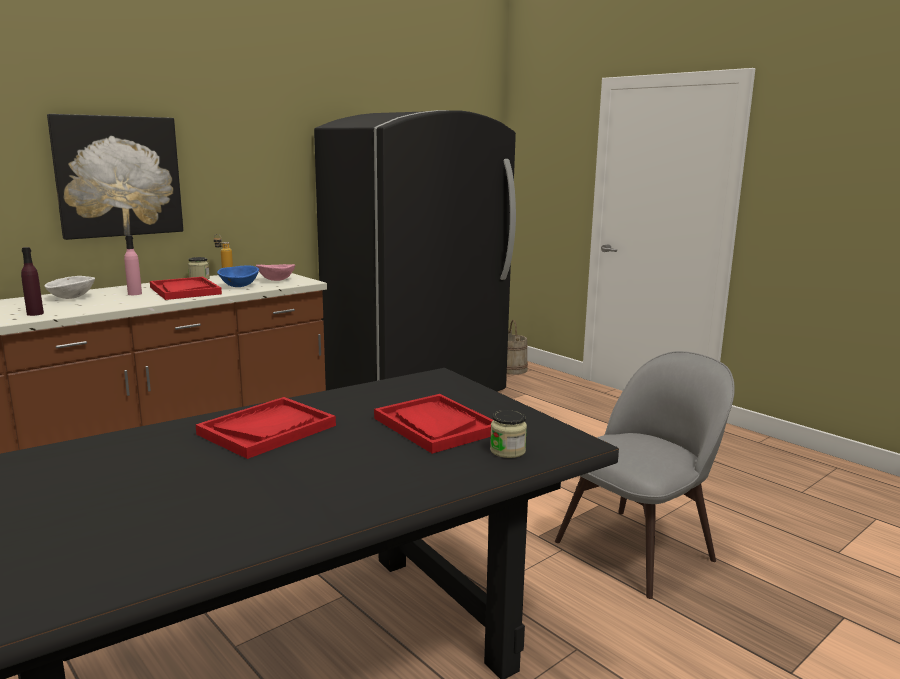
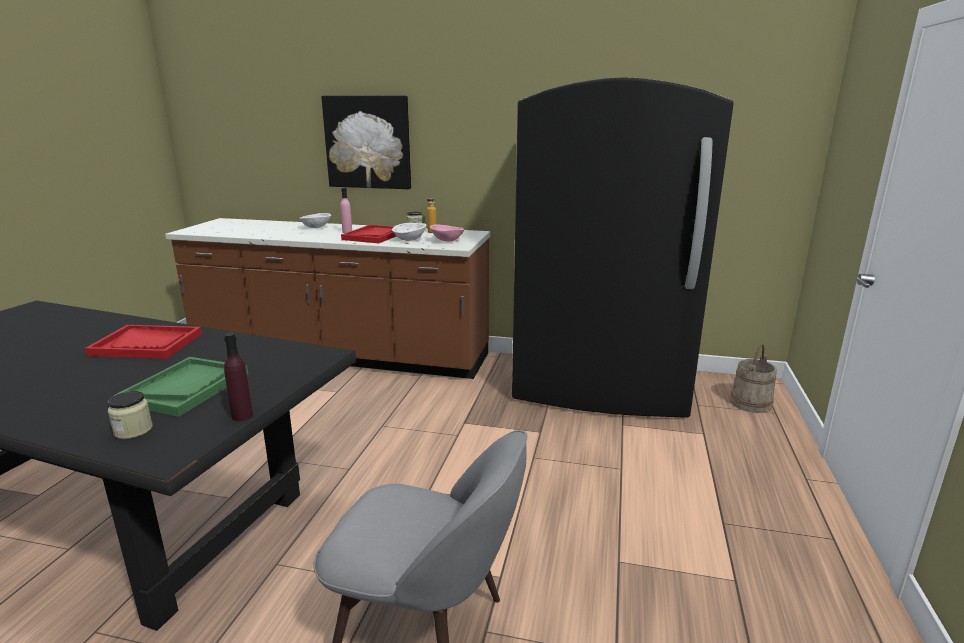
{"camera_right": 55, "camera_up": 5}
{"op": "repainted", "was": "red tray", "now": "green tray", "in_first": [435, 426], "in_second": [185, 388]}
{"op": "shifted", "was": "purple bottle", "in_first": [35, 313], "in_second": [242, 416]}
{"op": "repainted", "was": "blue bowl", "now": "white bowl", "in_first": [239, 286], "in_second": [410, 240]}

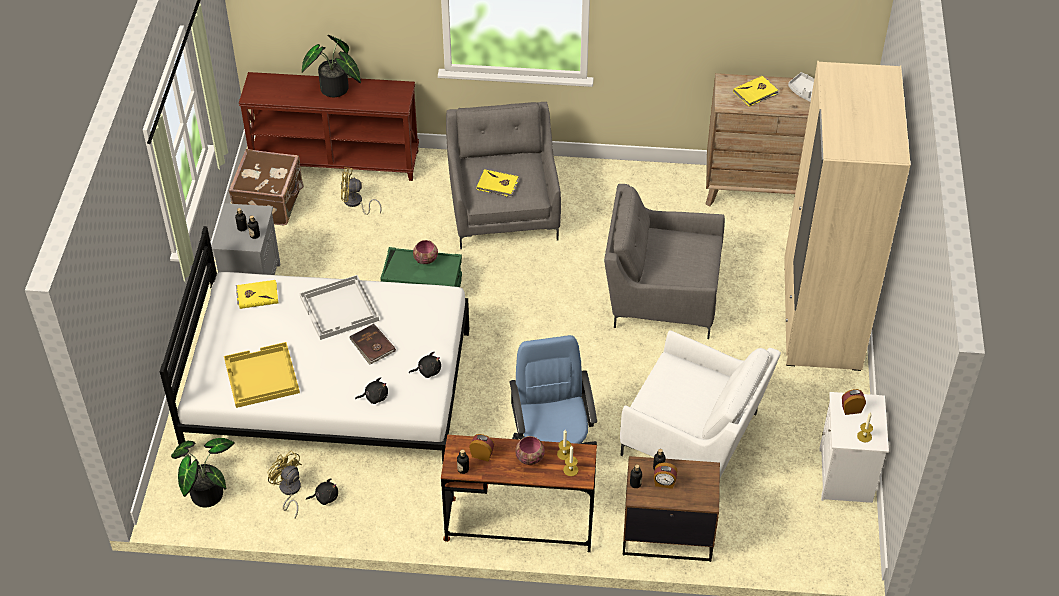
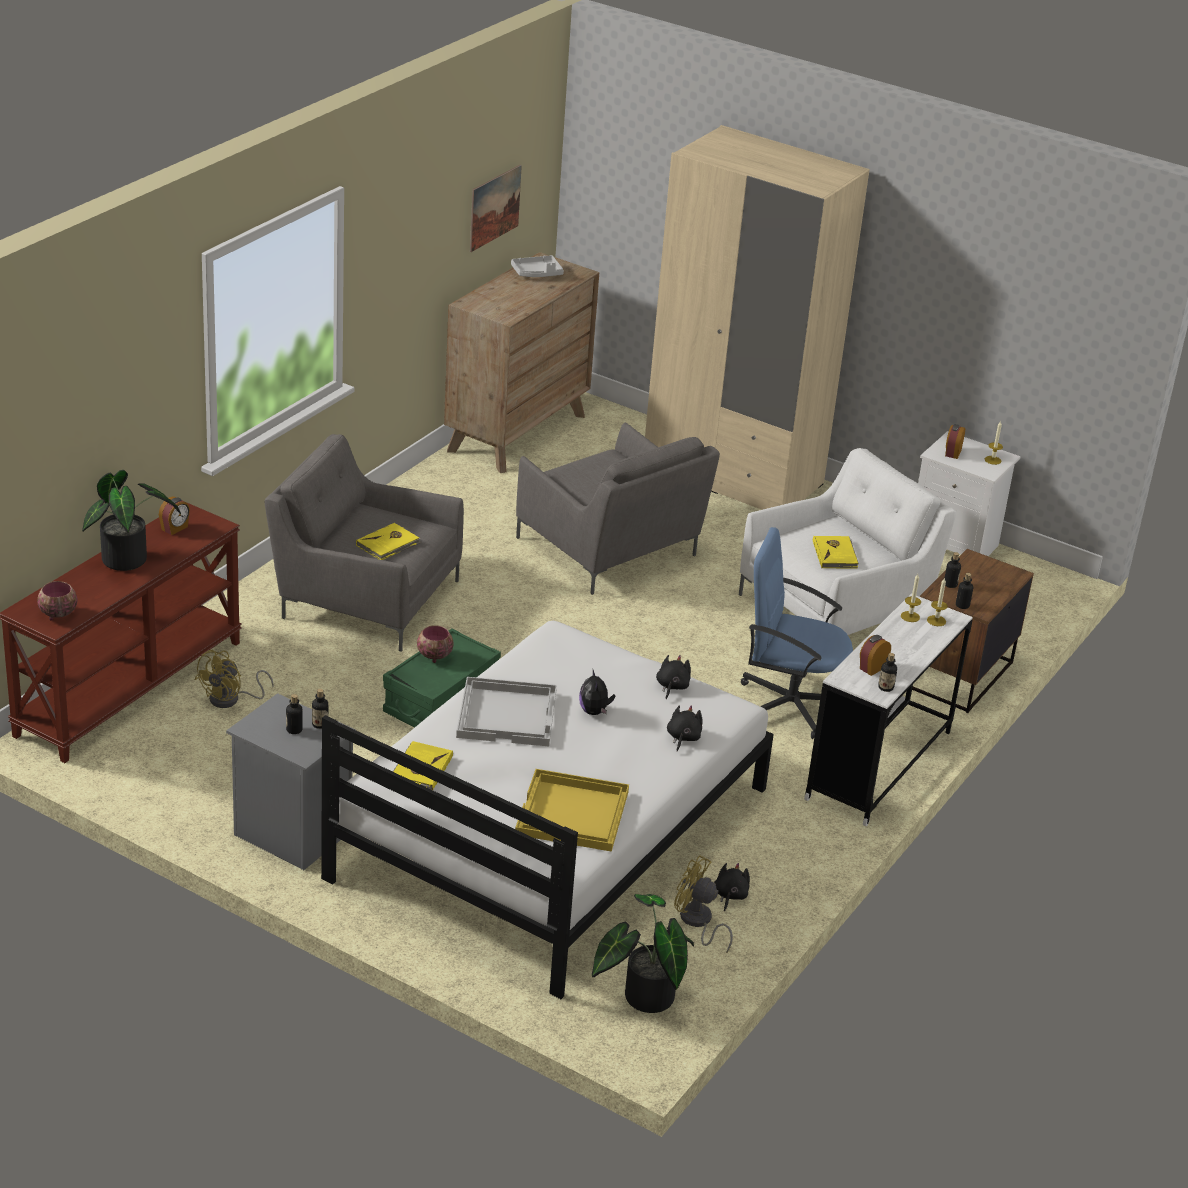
{"camera_right": -65, "camera_up": -15}
{"op": "shifted", "was": "bowl", "in_first": [529, 457], "in_second": [57, 614]}
{"op": "shifted", "was": "alarm clock", "in_first": [664, 483], "in_second": [175, 528]}
{"op": "new", "now": "picture", "in_second": [494, 207]}
{"op": "rotated", "was": "grey armchair", "in_first": [660, 294], "in_second": [610, 550], "clockwise": -75}
{"op": "swapped", "was": "brown book", "now": "plush toy", "in_first": [372, 346], "in_second": [594, 711]}
{"op": "rotated", "was": "yellow fan", "in_first": [289, 491], "in_second": [697, 922], "clockwise": 45}
{"op": "repainted", "was": "brown desk", "now": "white desk", "in_first": [519, 525], "in_second": [879, 765]}
{"op": "shifted", "was": "yellow book", "in_first": [756, 93], "in_second": [835, 554]}
{"op": "gone", "was": "brown suitcase", "in_first": [270, 202]}

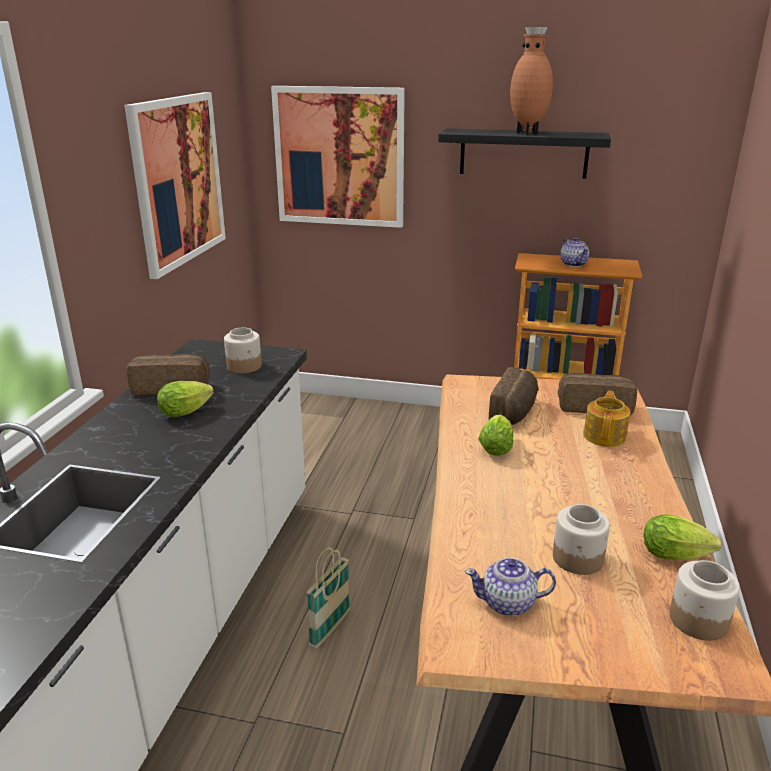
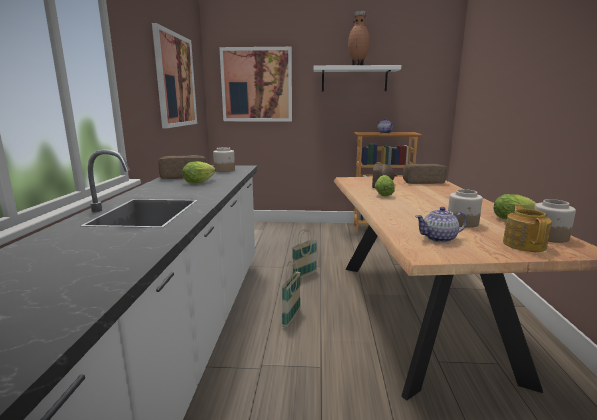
{"camera_right": -10, "camera_up": -10}
{"op": "new", "now": "basket", "in_second": [304, 275]}
{"op": "repainted", "was": "black shelf", "now": "white shelf", "in_first": [523, 153], "in_second": [354, 79]}
{"op": "shifted", "was": "teapot", "in_first": [605, 436], "in_second": [524, 244]}

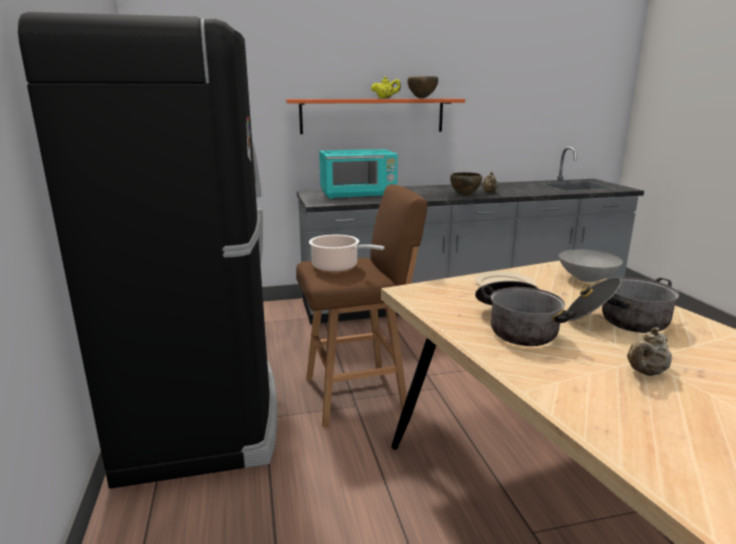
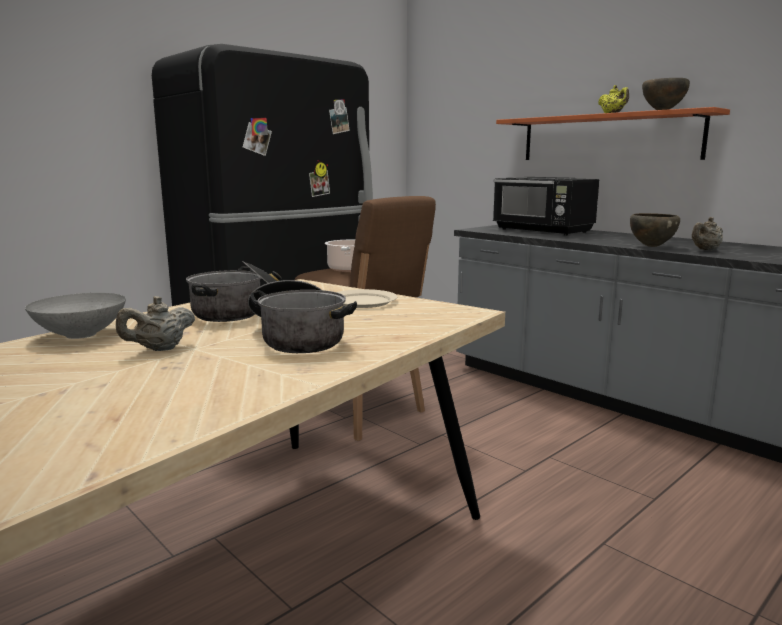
{"camera_right": 60, "camera_up": -5}
{"op": "shifted", "was": "grey bowl", "in_first": [587, 279], "in_second": [79, 335]}
{"op": "rotated", "was": "beige teapot", "in_first": [645, 372], "in_second": [159, 349], "clockwise": -60}
{"op": "repainted", "was": "turquoise microwave", "now": "black microwave", "in_first": [358, 195], "in_second": [543, 231]}

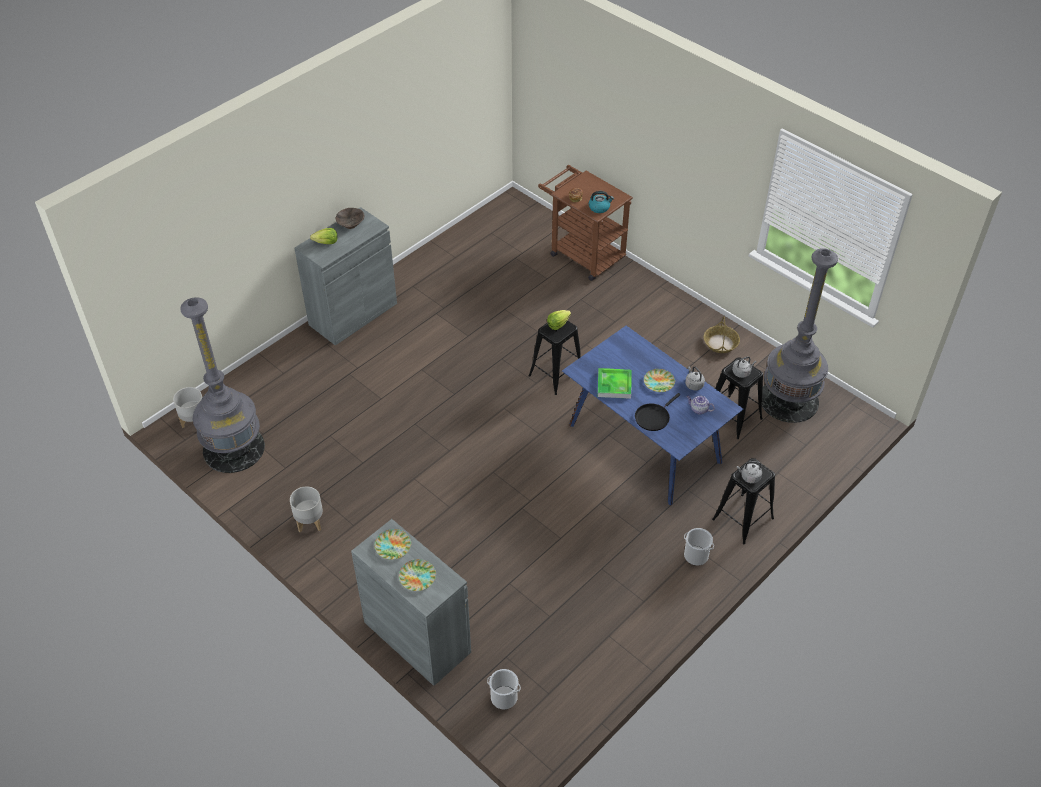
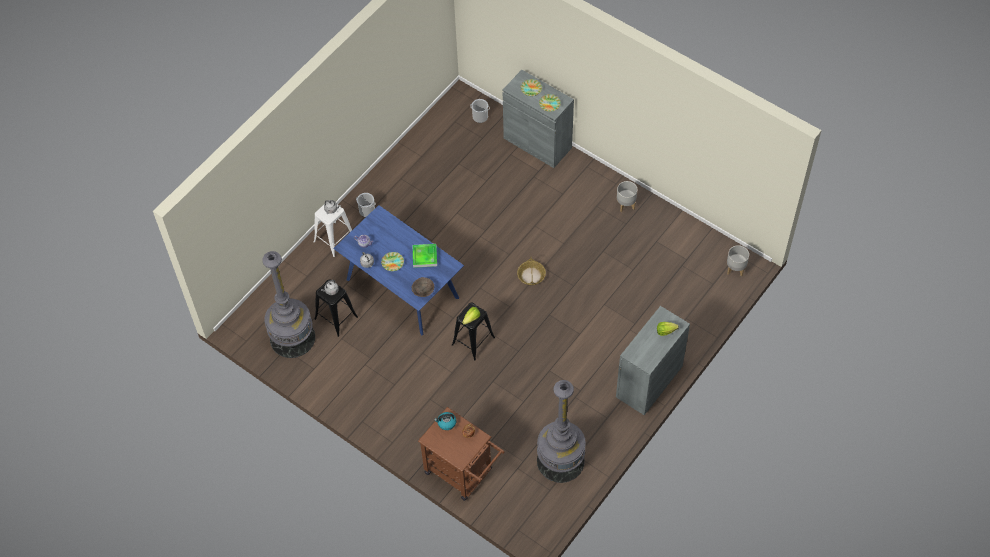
{"camera_right": 175, "camera_up": 10}
{"op": "repainted", "was": "black stool", "now": "white stool", "in_first": [743, 518], "in_second": [334, 239]}
{"op": "shifted", "was": "brown bowl", "in_first": [350, 224], "in_second": [423, 291]}
{"op": "shifted", "was": "basket", "in_first": [720, 343], "in_second": [531, 276]}
{"op": "shifted", "was": "grey floor lamp", "in_first": [233, 448], "in_second": [560, 460]}
{"op": "gone", "was": "black frying pan", "in_first": [653, 417]}

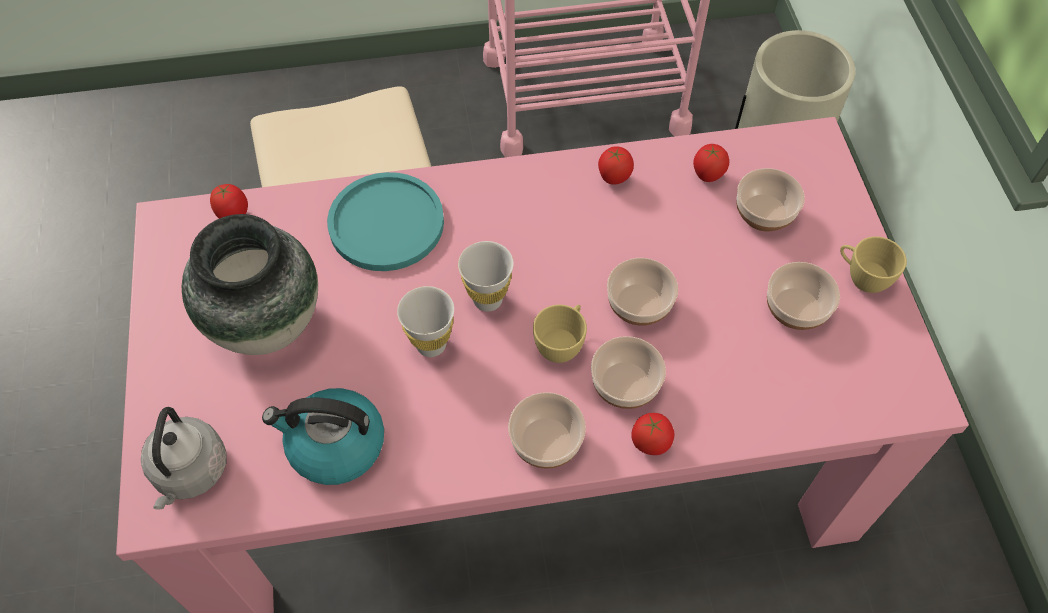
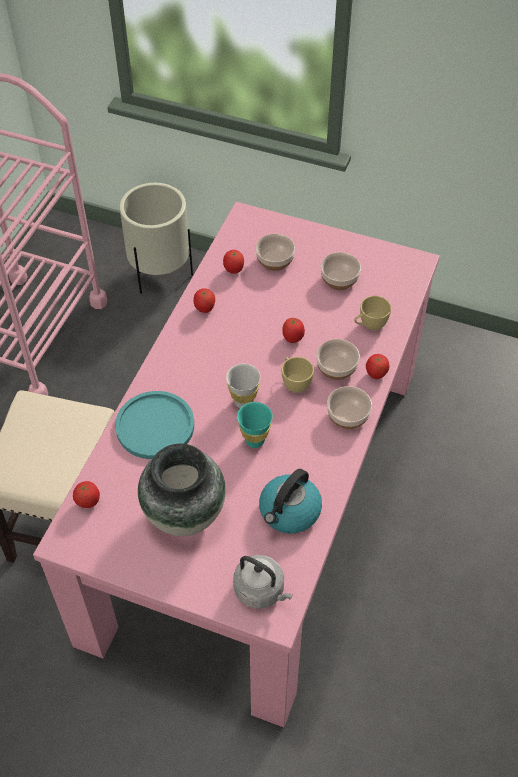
{"camera_right": -60, "camera_up": -5}
{"op": "repainted", "was": "white cup", "now": "turquoise cup", "in_first": [431, 344], "in_second": [255, 440]}
{"op": "swapped", "was": "bowl", "now": "tomato", "in_first": [639, 304], "in_second": [293, 339]}
{"op": "shifted", "was": "yellow cup", "in_first": [861, 277], "in_second": [370, 325]}

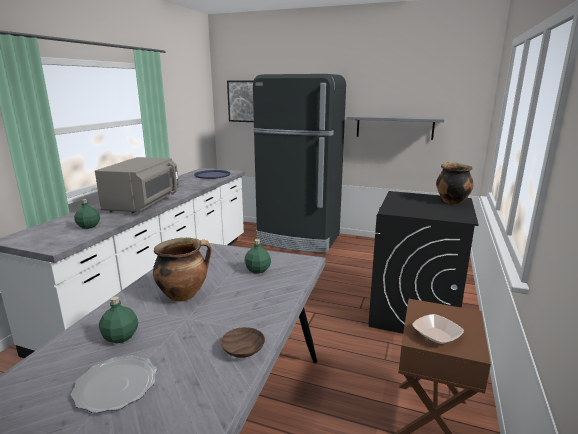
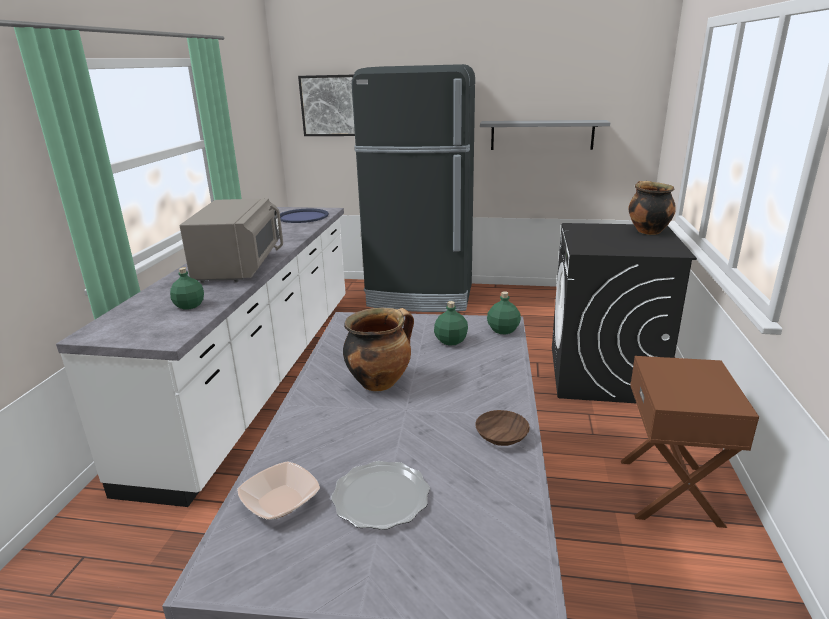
{"camera_right": -10, "camera_up": 5}
{"op": "shifted", "was": "bowl", "in_first": [436, 335], "in_second": [280, 501]}
{"op": "shifted", "was": "green bottle", "in_first": [121, 337], "in_second": [503, 330]}

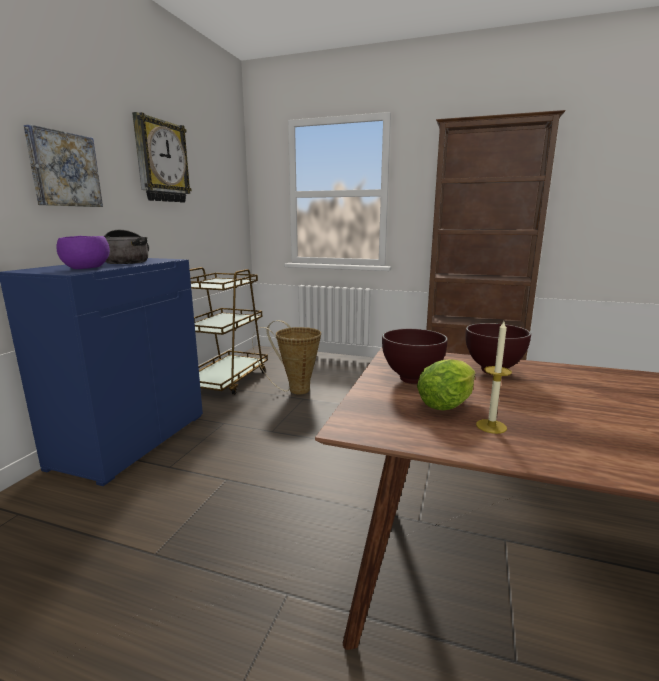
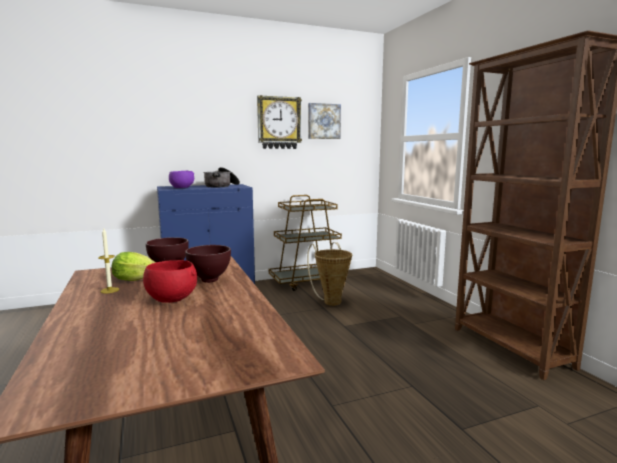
{"camera_right": 50, "camera_up": -5}
{"op": "new", "now": "red bowl", "in_second": [171, 299]}
{"op": "shifted", "was": "picture", "in_first": [63, 170], "in_second": [323, 121]}

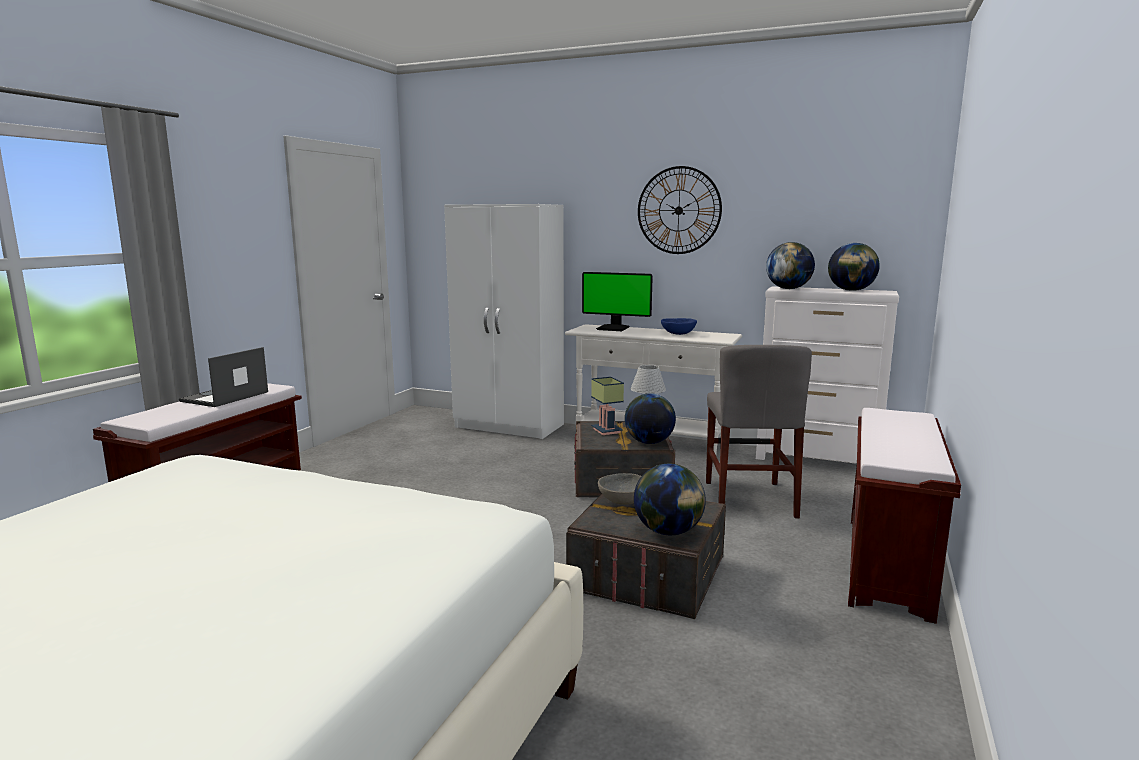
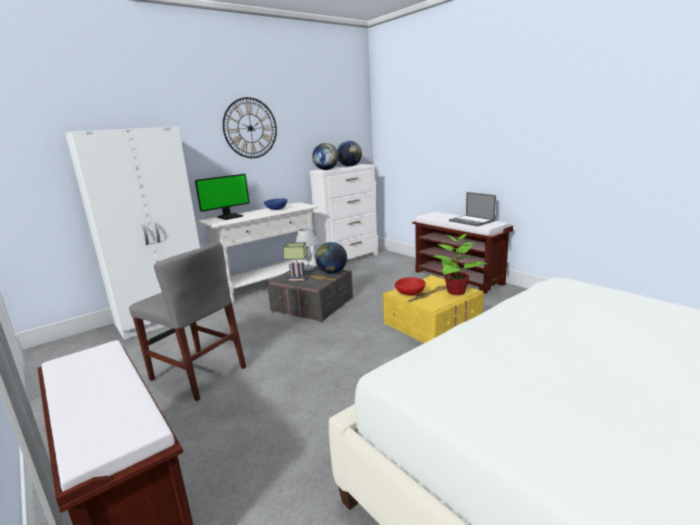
{"camera_right": -60, "camera_up": 5}
{"op": "shifted", "was": "grey chair", "in_first": [749, 499], "in_second": [198, 373]}
{"op": "repainted", "was": "grey storage box", "now": "yellow storage box", "in_first": [648, 574], "in_second": [432, 324]}
{"op": "repainted", "was": "grey bowl", "now": "red bowl", "in_first": [623, 501], "in_second": [409, 293]}
{"op": "swapped", "was": "globe", "now": "potted plant", "in_first": [668, 531], "in_second": [455, 292]}
{"op": "shifted", "was": "laptop", "in_first": [224, 397], "in_second": [472, 221]}

